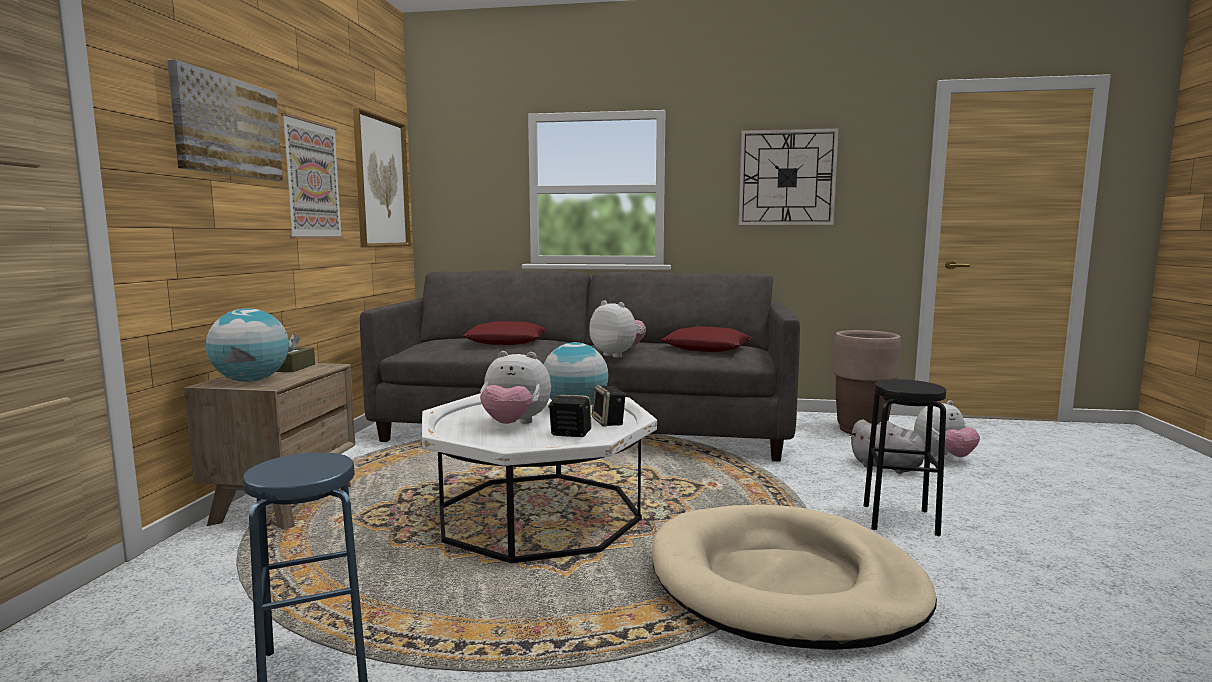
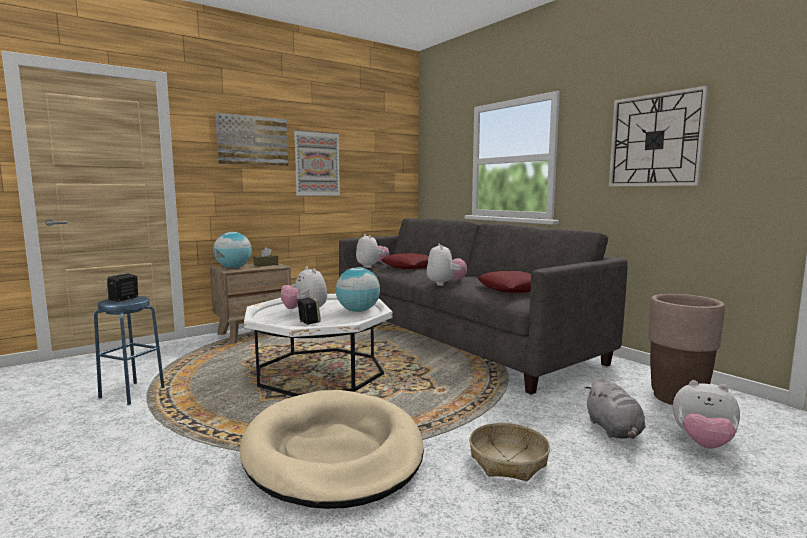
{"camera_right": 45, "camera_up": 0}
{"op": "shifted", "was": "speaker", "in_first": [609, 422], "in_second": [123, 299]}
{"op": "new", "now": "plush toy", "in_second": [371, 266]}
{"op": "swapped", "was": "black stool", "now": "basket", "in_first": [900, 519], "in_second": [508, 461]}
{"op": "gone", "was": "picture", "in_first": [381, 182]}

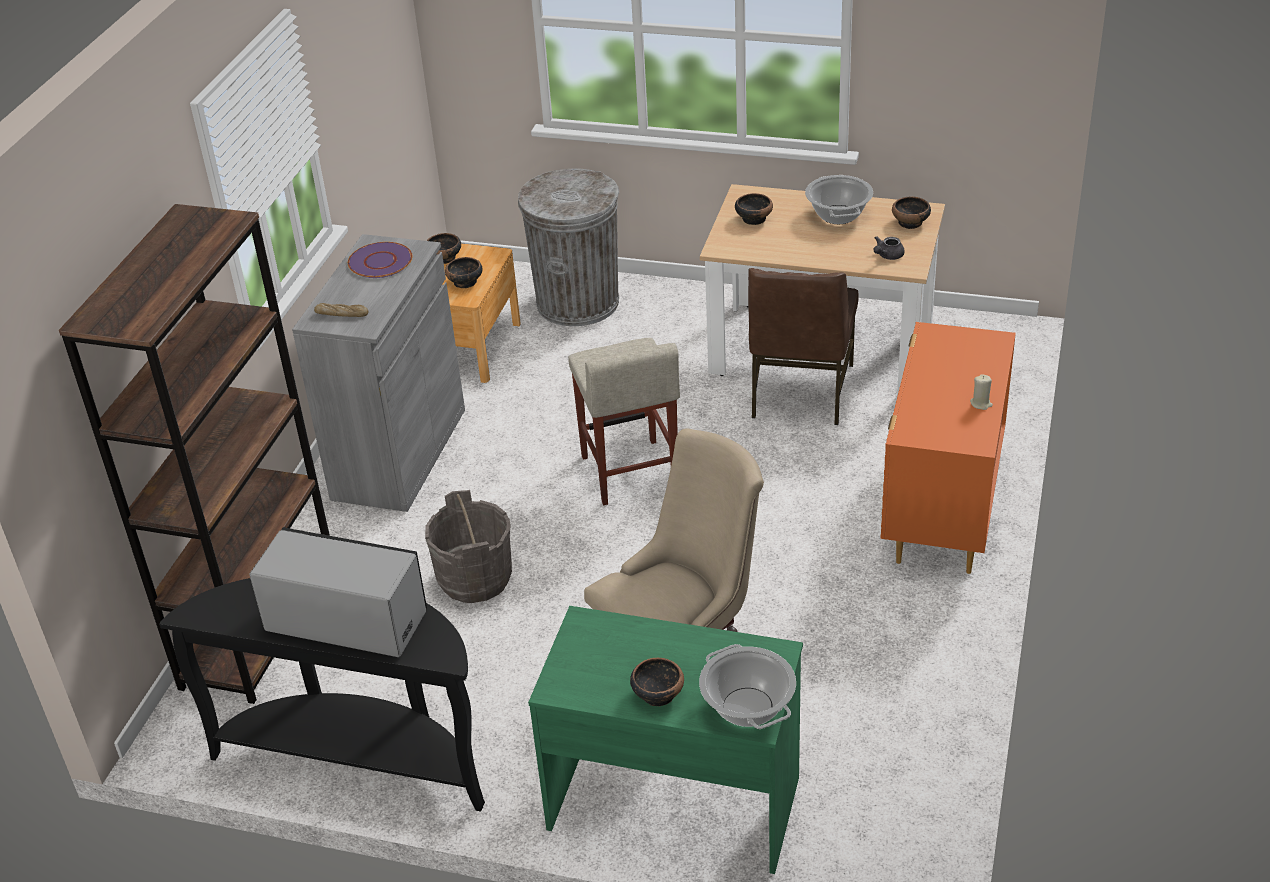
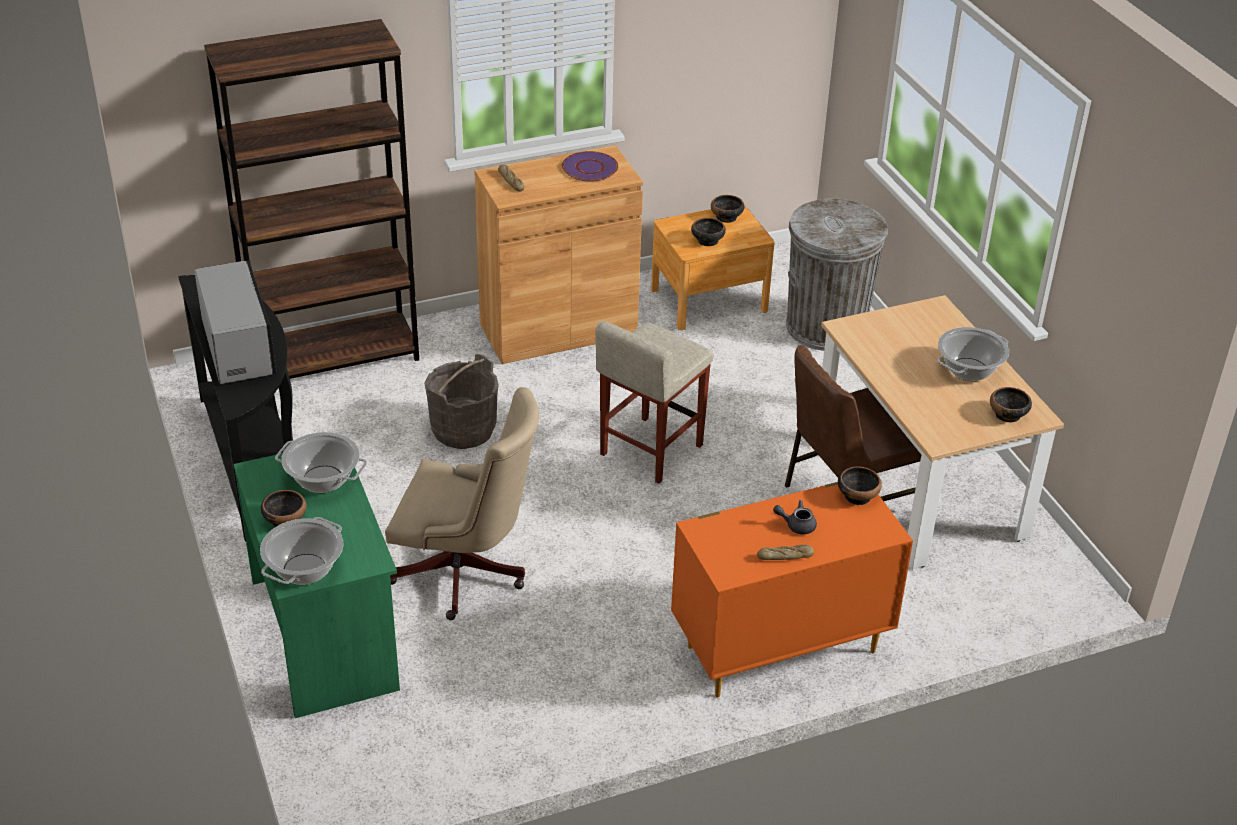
{"camera_right": 50, "camera_up": 0}
{"op": "new", "now": "cooking pot", "in_second": [323, 479]}
{"op": "repainted", "was": "grey cabinet", "now": "brown cabinet", "in_first": [399, 454], "in_second": [558, 329]}
{"op": "swapped", "was": "beige candle", "now": "bread", "in_first": [981, 404], "in_second": [785, 556]}
{"op": "shifted", "was": "grey teapot", "in_first": [887, 256], "in_second": [796, 525]}
{"op": "shifted", "was": "bowl", "in_first": [753, 218], "in_second": [857, 495]}

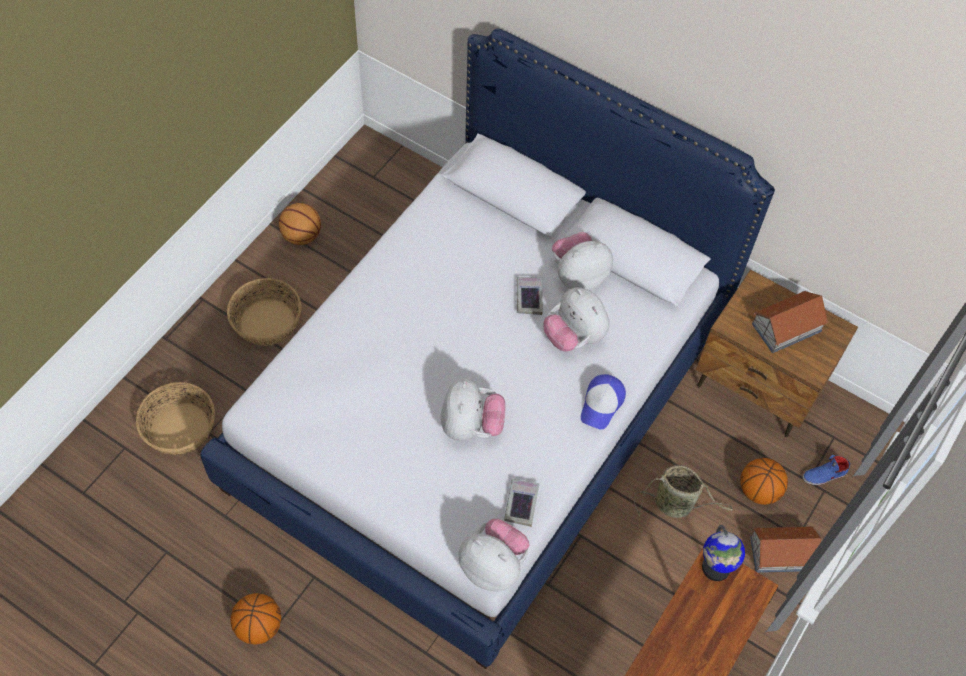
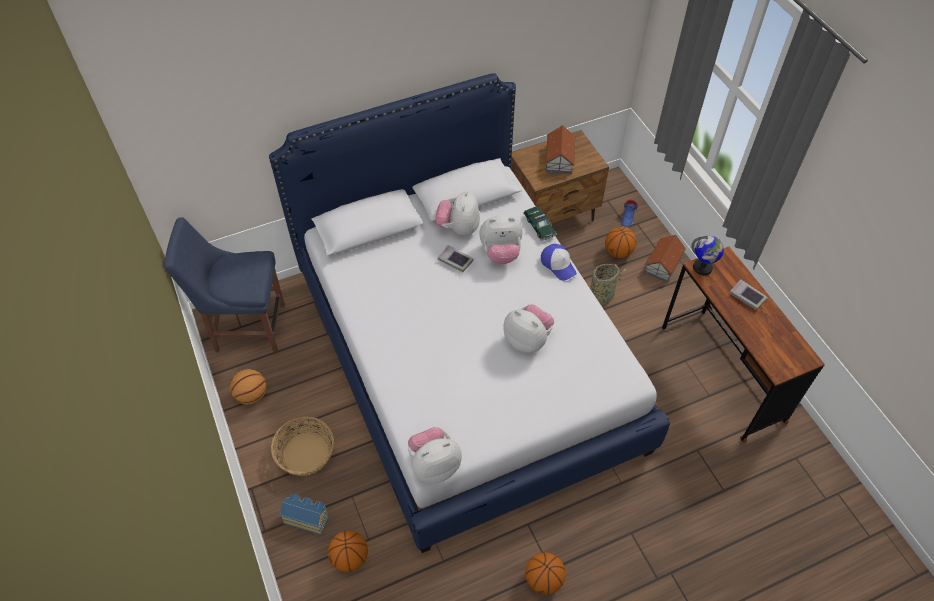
{"camera_right": -55, "camera_up": -5}
{"op": "new", "now": "blue chair", "in_second": [246, 327]}
{"op": "new", "now": "toy house", "in_second": [306, 517]}
{"op": "swapped", "was": "basket", "now": "basketball", "in_first": [180, 428], "in_second": [350, 557]}
{"op": "shifted", "was": "plush toy", "in_first": [493, 566], "in_second": [434, 465]}
{"op": "new", "now": "toy car", "in_second": [539, 226]}
{"op": "shifted", "was": "book", "in_first": [521, 504], "in_second": [747, 297]}

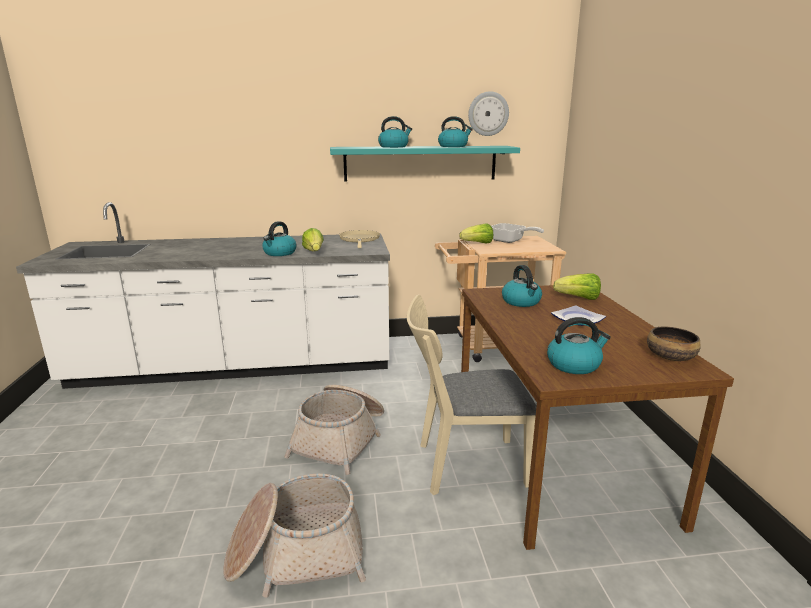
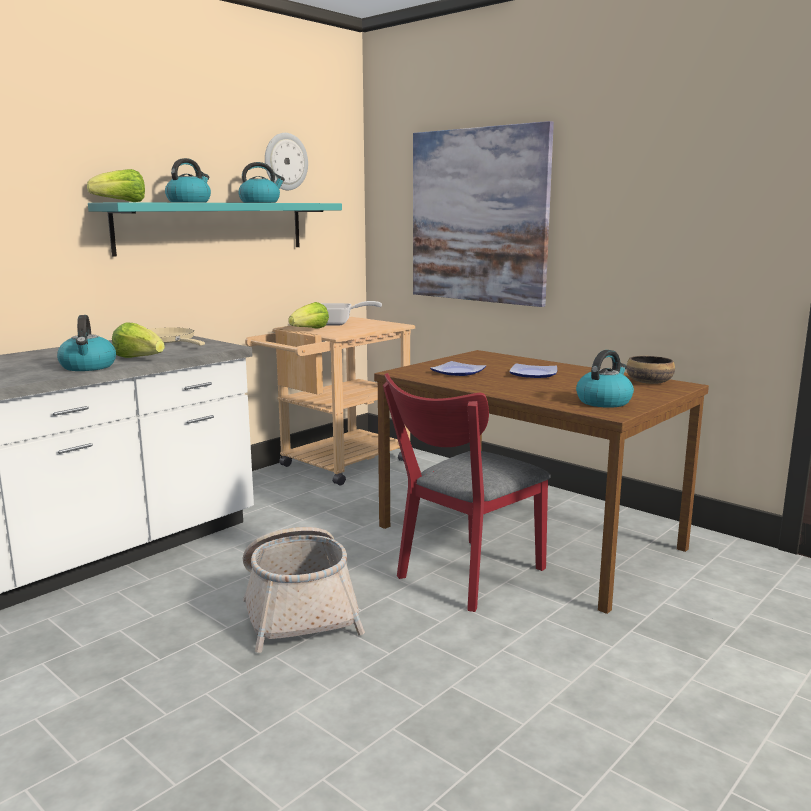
{"camera_right": -40, "camera_up": -5}
{"op": "shifted", "was": "lettuce", "in_first": [578, 298], "in_second": [121, 202]}
{"op": "repainted", "was": "beige chair", "now": "red chair", "in_first": [463, 465], "in_second": [464, 577]}
{"op": "new", "now": "picture", "in_second": [478, 216]}
{"op": "swapped", "was": "kettle", "now": "plate", "in_first": [521, 302], "in_second": [457, 372]}
{"op": "gone", "was": "basket", "in_first": [296, 553]}

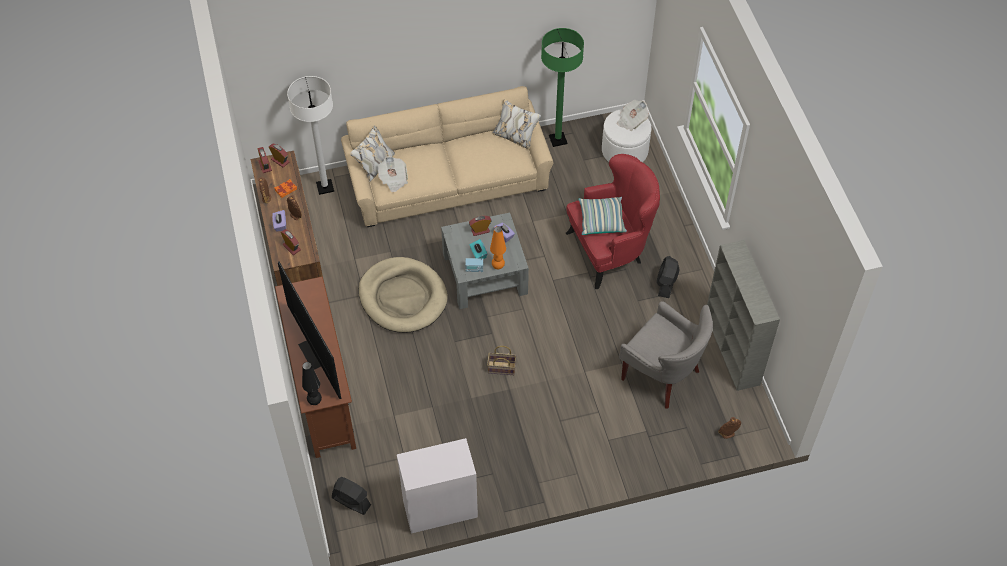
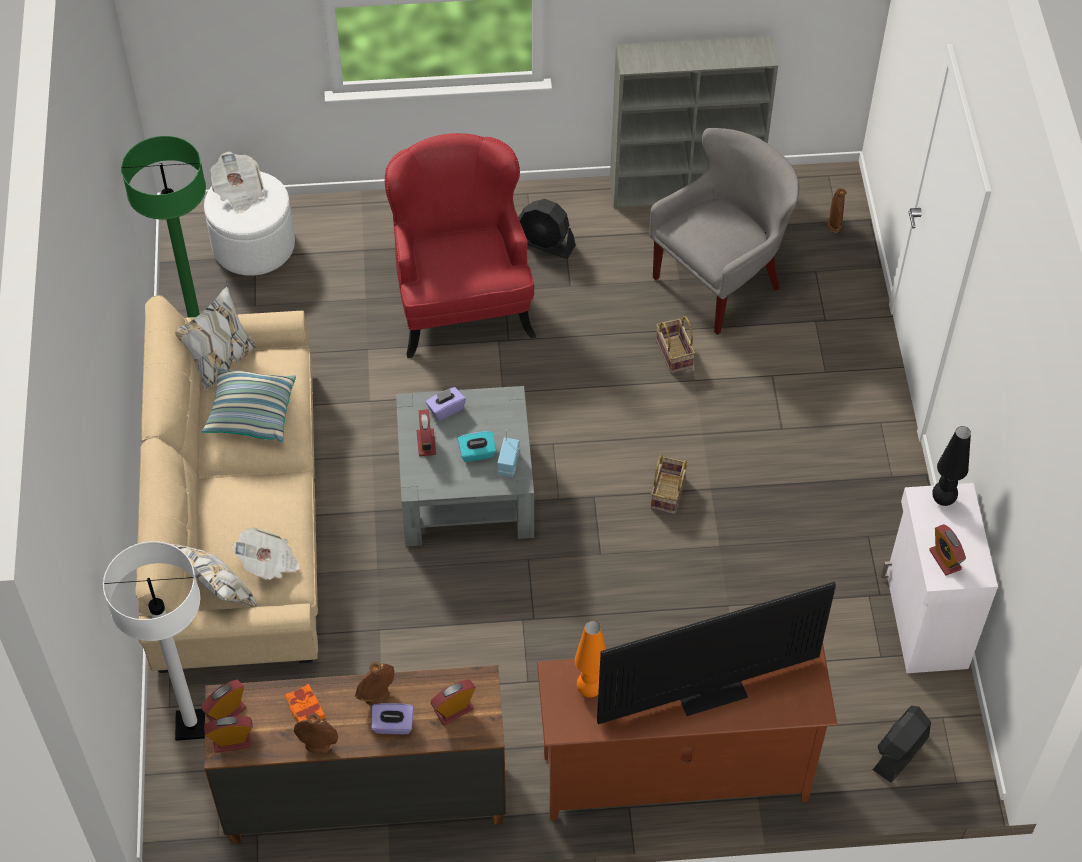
{"camera_right": -80, "camera_up": 0}
{"op": "shifted", "was": "pillow", "in_first": [601, 220], "in_second": [251, 413]}
{"op": "shifted", "was": "orange table lamp", "in_first": [498, 266], "in_second": [590, 690]}
{"op": "new", "now": "basket", "in_second": [673, 353]}
{"op": "new", "now": "alarm clock", "in_second": [945, 559]}
{"op": "shifted", "was": "black table lamp", "in_first": [315, 401], "in_second": [943, 499]}
{"op": "gone", "was": "beige dog bed", "in_first": [403, 297]}

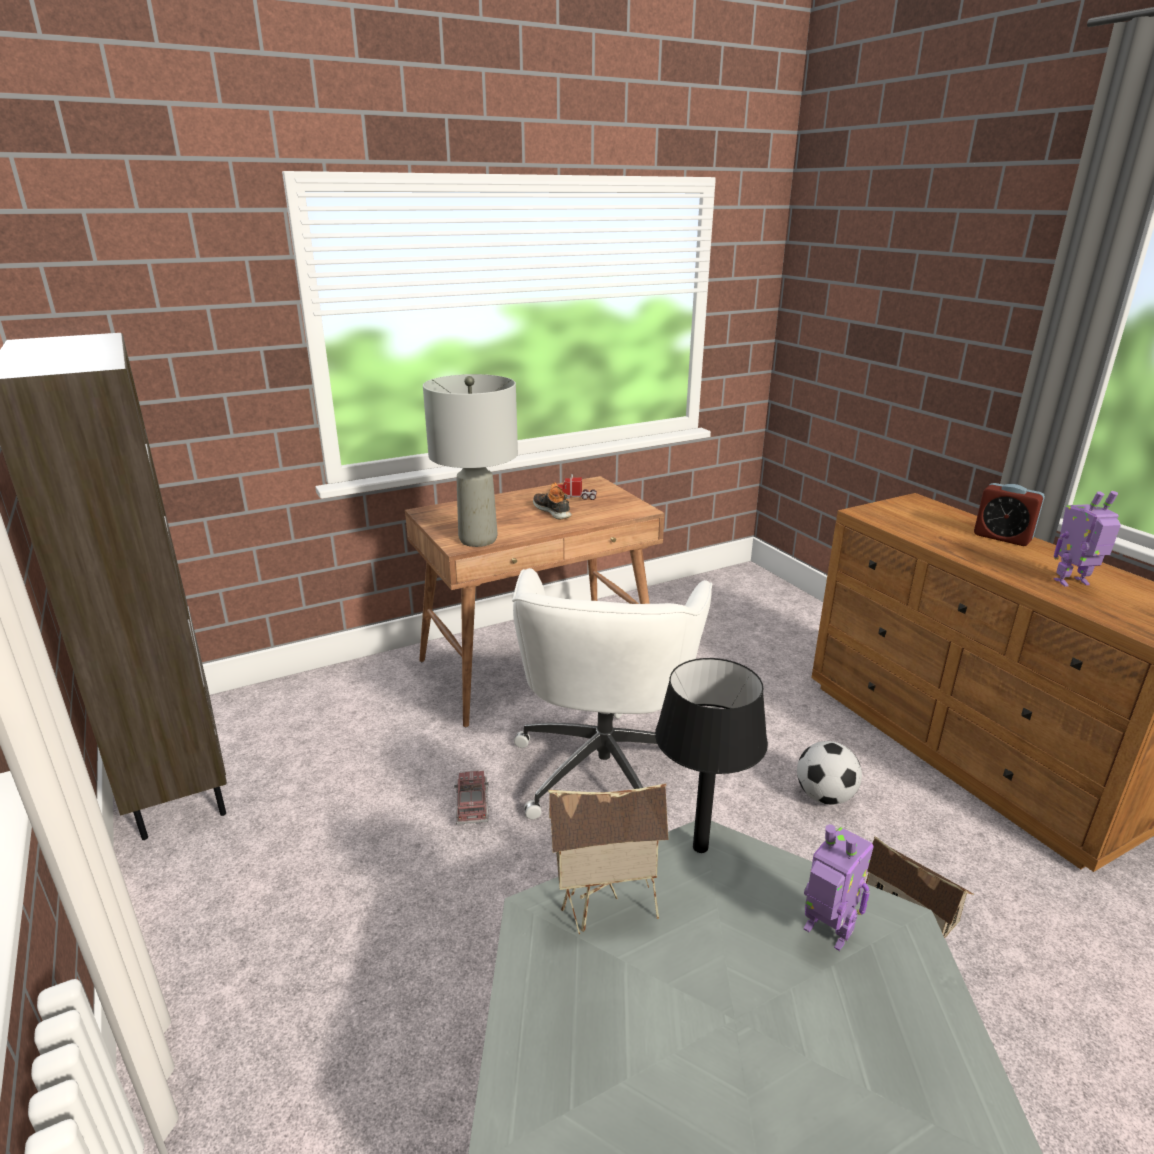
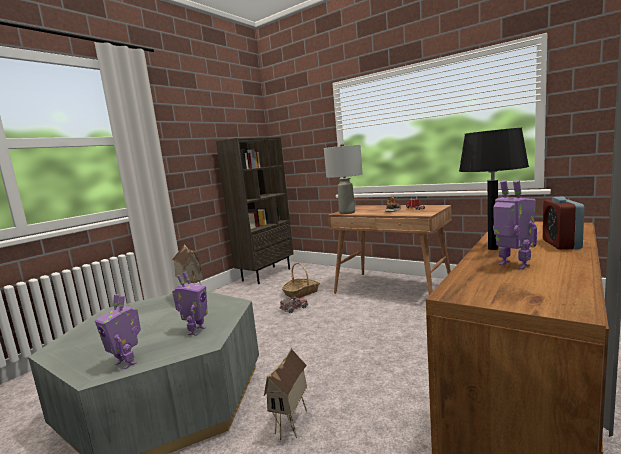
{"camera_right": 65, "camera_up": -15}
{"op": "new", "now": "toy robot", "in_second": [127, 363]}
{"op": "new", "now": "basket", "in_second": [301, 293]}
{"op": "shifted", "was": "black table lamp", "in_first": [699, 847], "in_second": [492, 248]}
{"op": "gone", "was": "white office chair", "in_first": [605, 766]}
{"op": "gone", "was": "football", "in_first": [824, 796]}

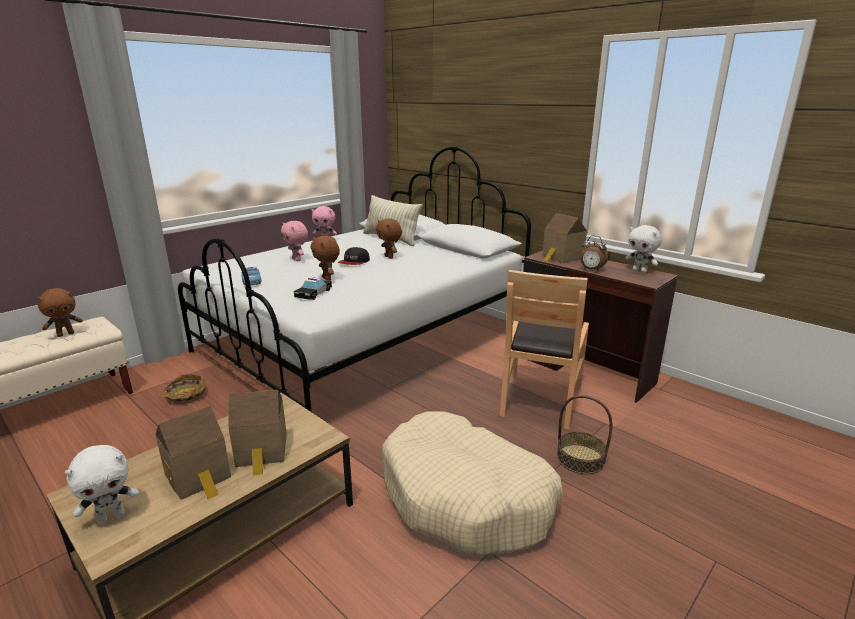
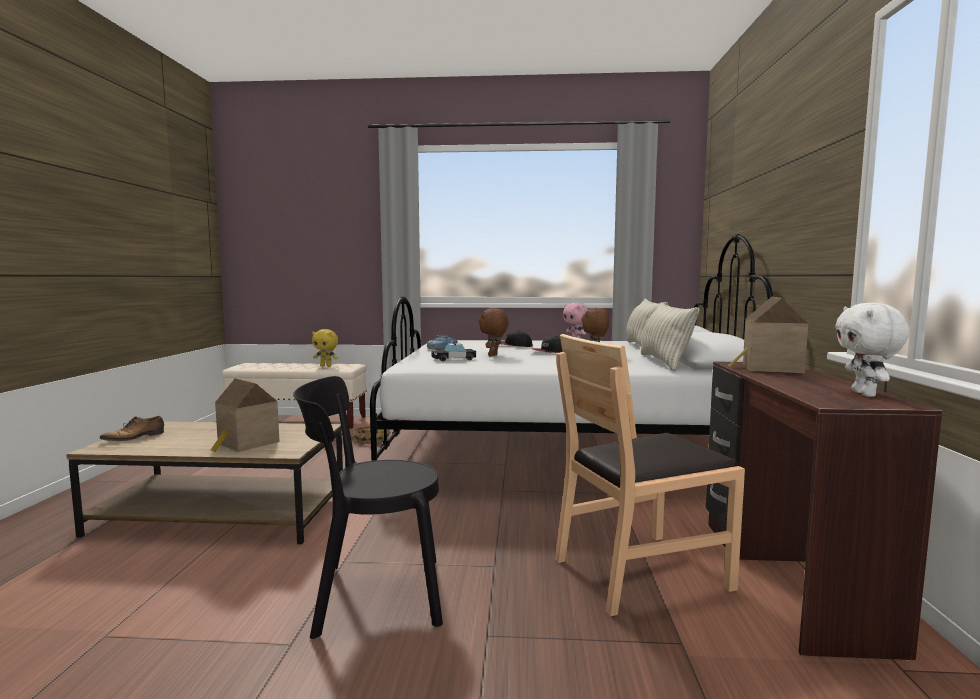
{"camera_right": 50, "camera_up": -15}
{"op": "swapped", "was": "white plush toy", "now": "shoe", "in_first": [112, 517], "in_second": [135, 437]}
{"op": "swapped", "was": "beige dog bed", "now": "black chair", "in_first": [466, 497], "in_second": [371, 595]}
{"op": "repainted", "was": "brown plush toy", "now": "yellow plush toy", "in_first": [66, 334], "in_second": [326, 366]}
{"op": "swapped", "was": "pink plush toy", "now": "cap", "in_first": [297, 260], "in_second": [513, 345]}
{"op": "new", "now": "pillow", "in_second": [664, 362]}
{"op": "gone", "was": "toy house", "in_first": [199, 477]}
{"op": "gone", "was": "basket", "in_first": [580, 459]}
{"op": "gone", "was": "alarm clock", "in_first": [591, 270]}

